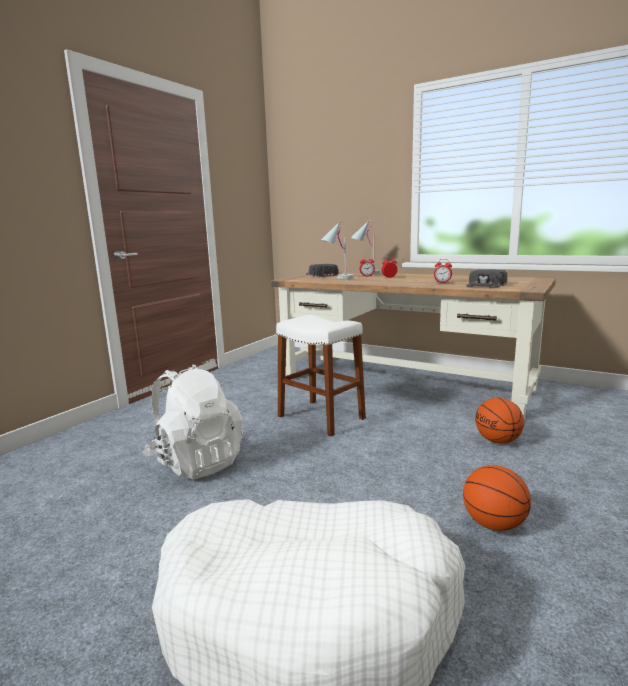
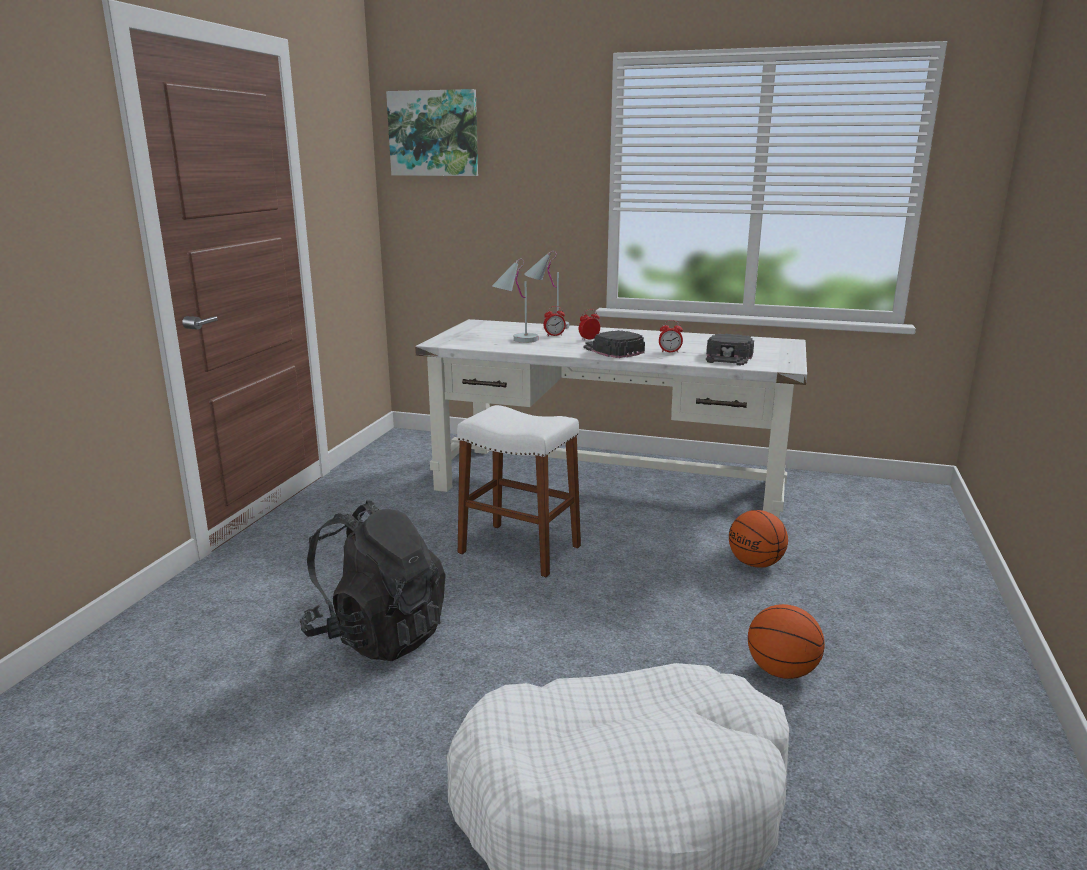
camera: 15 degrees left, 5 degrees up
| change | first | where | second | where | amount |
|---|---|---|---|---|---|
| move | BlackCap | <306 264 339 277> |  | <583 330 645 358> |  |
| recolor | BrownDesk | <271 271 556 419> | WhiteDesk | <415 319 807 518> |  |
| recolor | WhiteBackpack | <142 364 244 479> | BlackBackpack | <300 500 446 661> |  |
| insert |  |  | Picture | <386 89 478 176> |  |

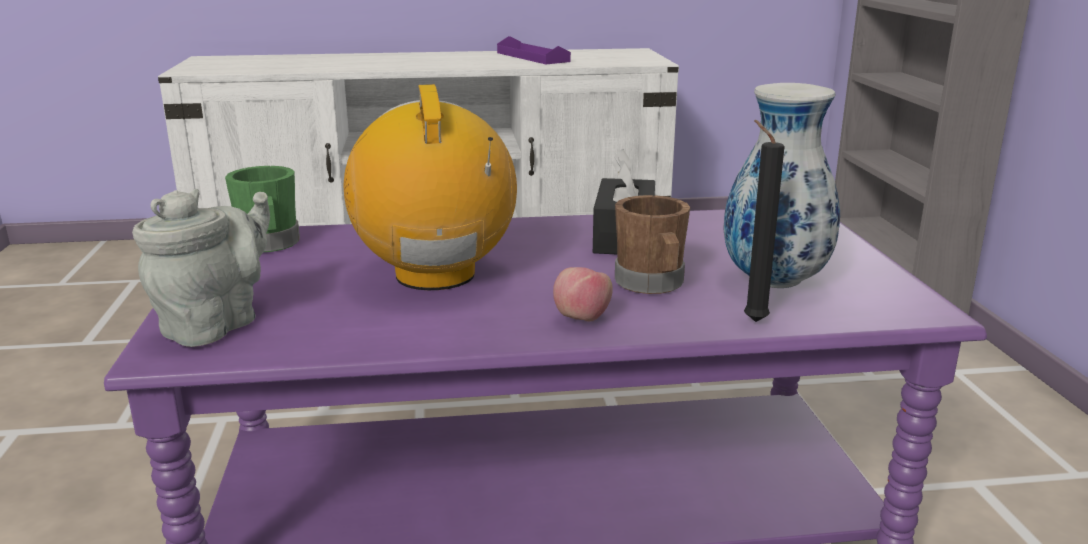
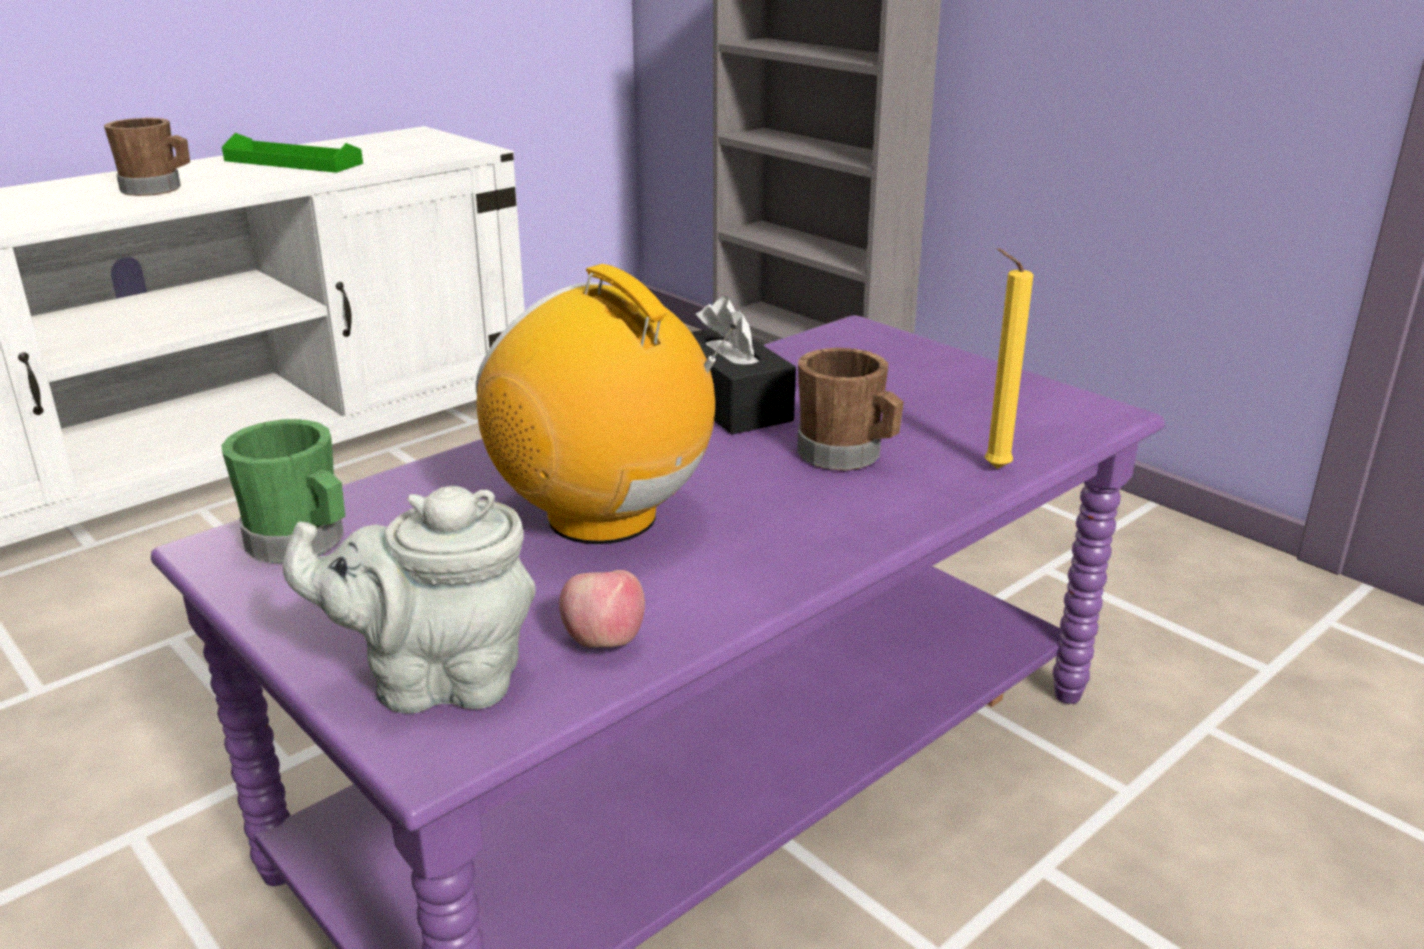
camera: 35 degrees left, 5 degrees up
| change | first | where | second | where | amount |
|---|---|---|---|---|---|
| recolor | PurpleTray | <497 36 571 64> | GreenTray | <222 133 363 173> |  |
| delete | Vase | <724 83 840 288> |  |  |  |
| recolor | BlackCandle | <744 120 785 322> | YellowCandle | <984 248 1033 469> |  |
| rotate | GreyTeapot | <132 189 270 347> |  | <283 486 536 714> | 90 degrees counterclockwise |
| move | Apple | <553 267 613 322> |  | <559 570 645 648> |  |
| insert |  |  | BrownMug | <104 118 190 196> |  |

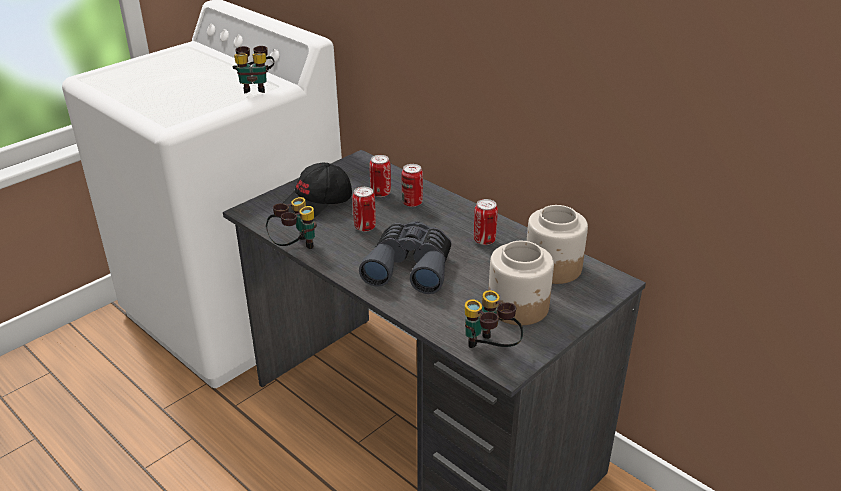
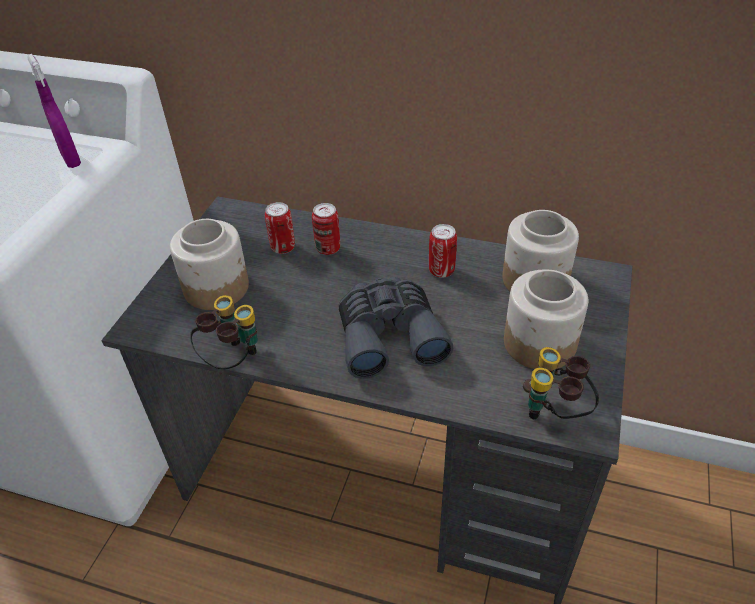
camera: 25 degrees left, 10 degrees up
| change | first | where | second | where | amount |
|---|---|---|---|---|---|
| replace | Binoculars | <233 46 274 94> | PurpleSprayBottle | <27 54 81 168> |  |
| replace | BlackCap | <283 163 352 218> | Jar | <170 219 249 310> |  |
| delete | Can | <353 187 376 232> |  |  |  |

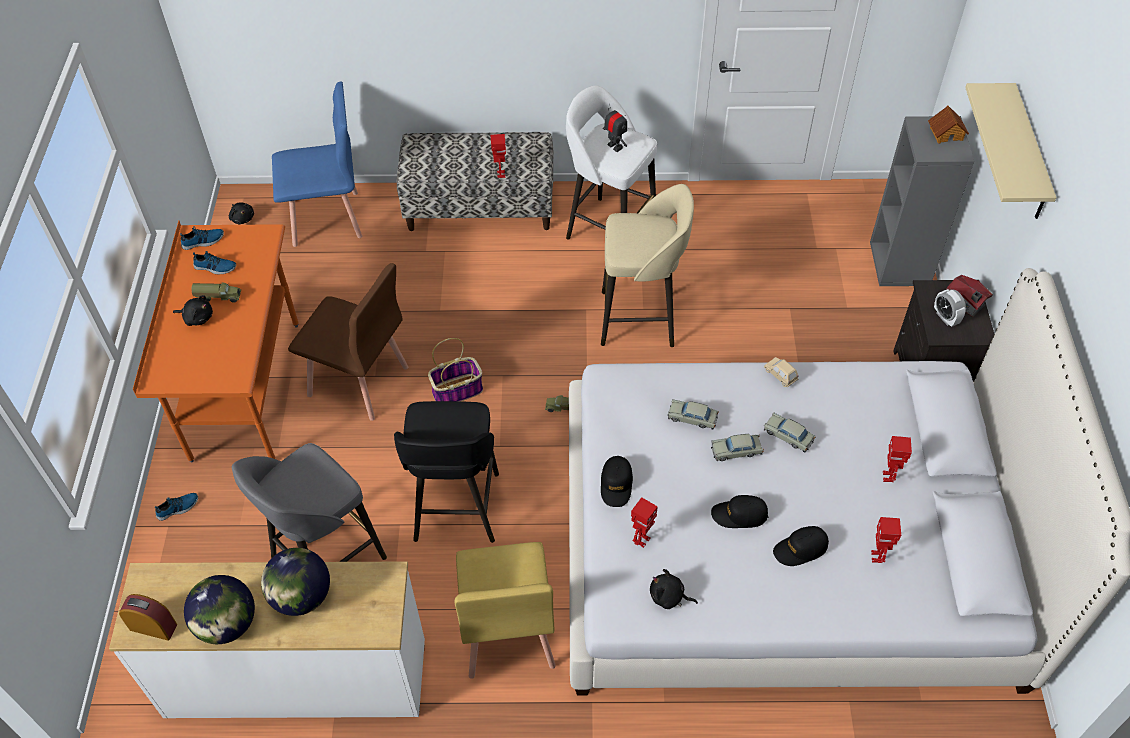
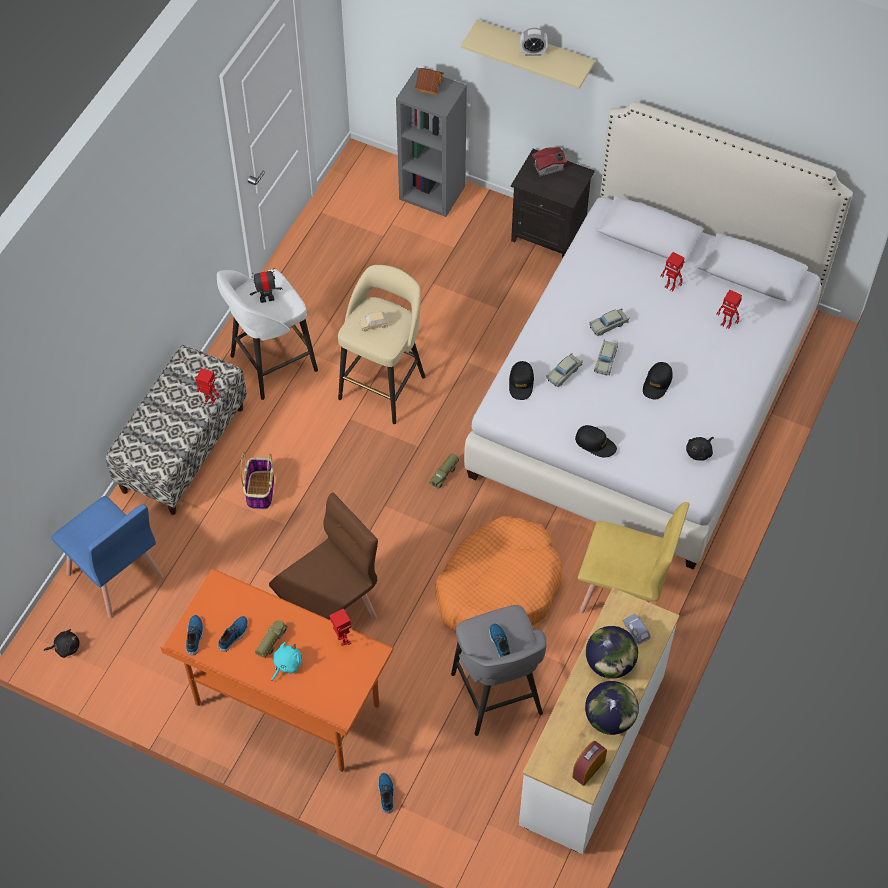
camera: 65 degrees left, 5 degrees up
| change | first | where | second | where | amount |
|---|---|---|---|---|---|
| rotate | BlueChair | <272 81 362 247> |  | <51 496 163 618> | 120 degrees clockwise |
| move | AlarmClock | <934 289 966 327> |  | <520 28 548 56> |  |
| recolor | BlackPlushToy | <173 295 213 326> | TurquoisePlushToy | <271 642 302 681> |  |
| move | Basket | <428 338 483 401> |  | <241 452 274 509> |  |
| move | BeigeToyCar | <764 357 799 387> |  | <359 311 388 332> |  |
| replace | BlackStool | <394 401 499 543> | OrangeDogBed | <435 516 562 633> |  |
| move | ToyRobot | <631 497 658 548> |  | <330 609 351 646> |  |
| move | BlackCap | <773 526 829 566> |  | <509 361 534 400> |  |
| insert |  |  | BlueToyCar | <623 614 651 645> |  |
| insert |  |  | Shoe | <489 623 510 657> |  |

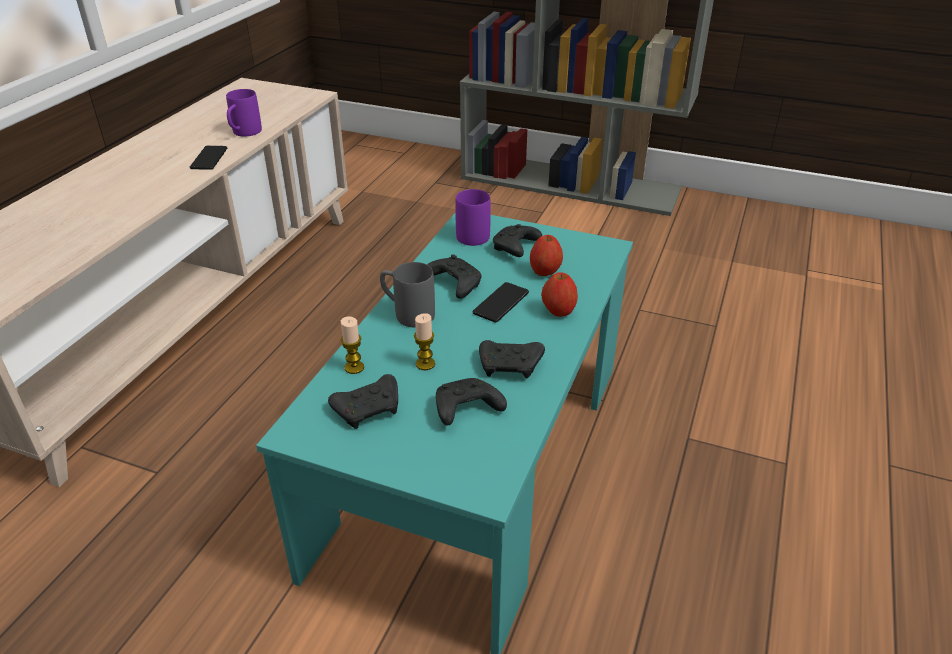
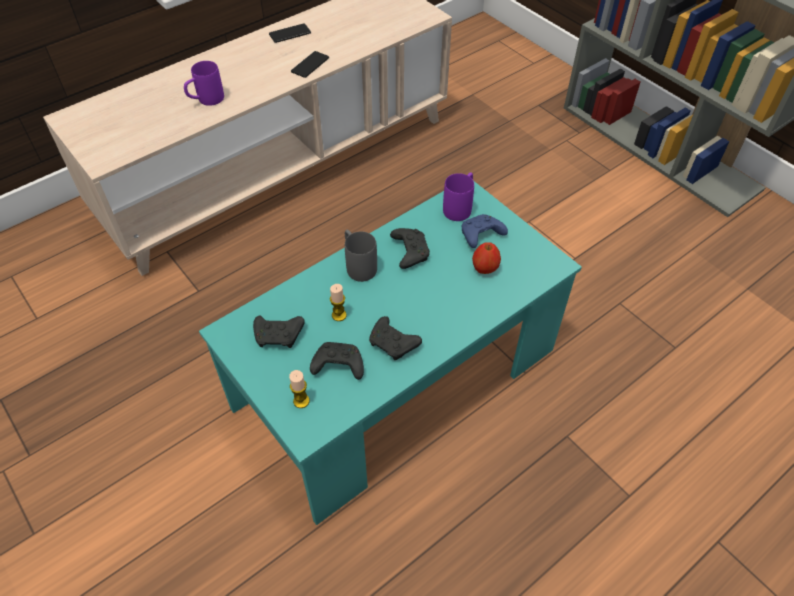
camera: 30 degrees right, 15 degrees up
| change | first | where | second | where | amount |
|---|---|---|---|---|---|
| move | PurpleMug | <226 89 262 136> |  | <184 61 224 106> |  |
| recolor | BlackGameController | <493 224 542 257> | BlueGameController | <462 214 508 248> |  |
| delete | Apple | <541 272 578 317> |  |  |  |
| move | Phone | <473 282 529 322> |  | <269 23 311 43> |  |
| move | Candle | <341 316 364 374> |  | <289 370 309 408> |  |

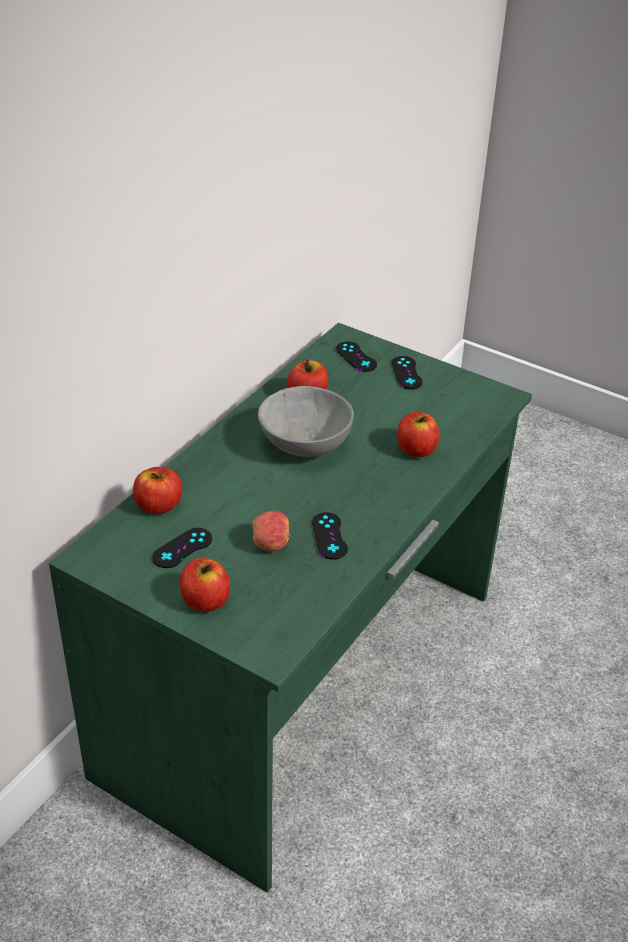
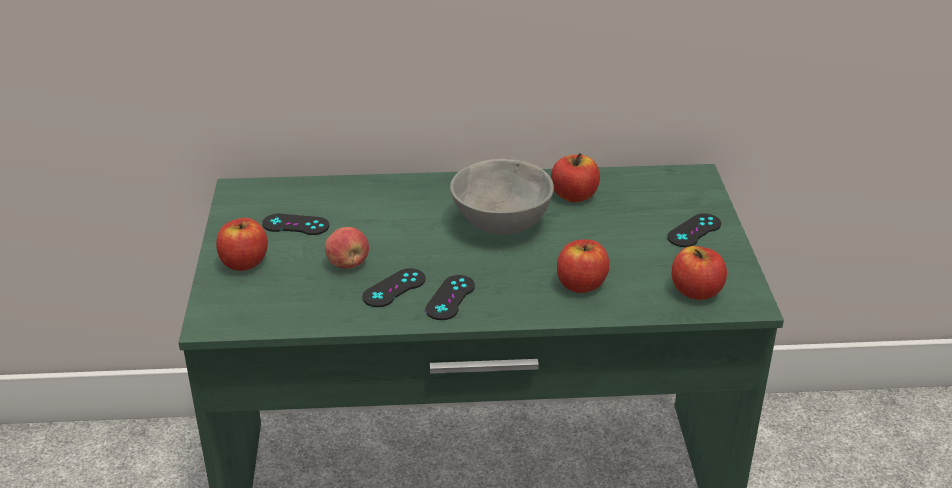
camera: 55 degrees right, 5 degrees down
| change | first | where | second | where | amount |
|---|---|---|---|---|---|
| move | BlackGameController | <336 341 377 372> |  | <425 275 475 320> |  |
| move | Apple | <133 467 182 514> |  | <672 246 727 300> |  |

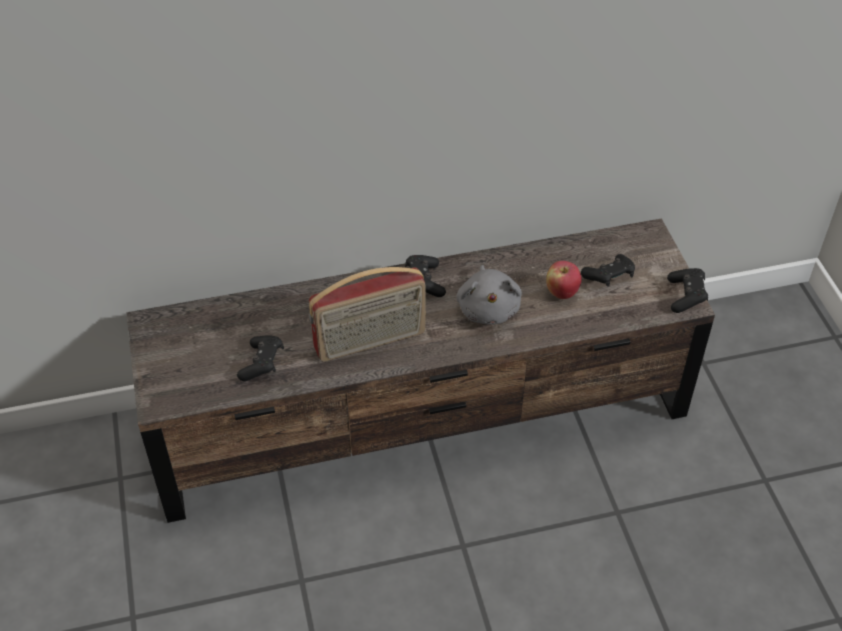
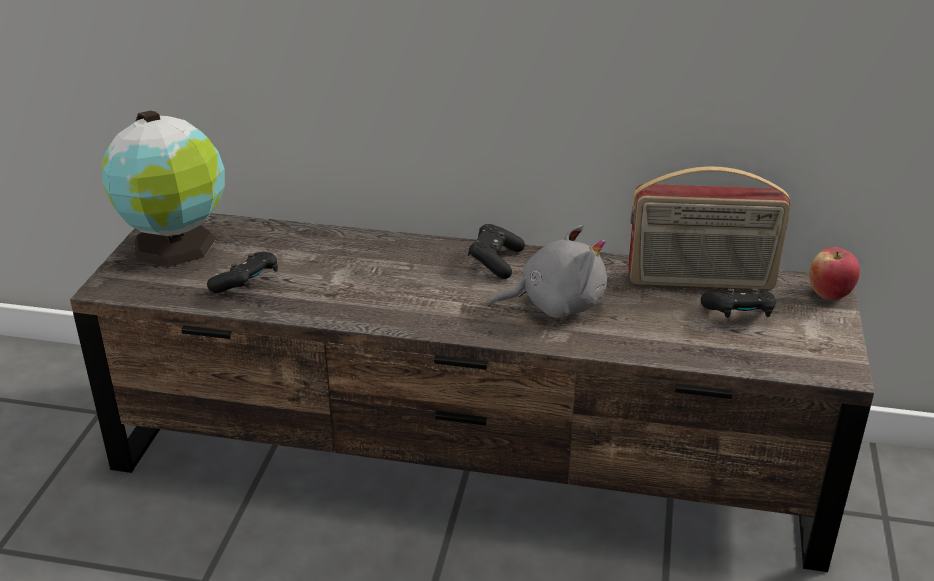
camera: 25 degrees right, 15 degrees down
| change | first | where | second | where | amount |
|---|---|---|---|---|---|
| move | Apple | <546 261 582 299> |  | <809 247 860 300> |  |
| rotate | GreyPlushToy | <456 265 522 325> |  | <487 225 607 318> | 120 degrees counterclockwise |
| move | Radio | <309 267 425 362> |  | <628 166 790 290> |  |
| delete | BlackGameController | <667 268 708 313> |  |  |  |
| insert |  |  | Globe | <102 111 225 267> |  |

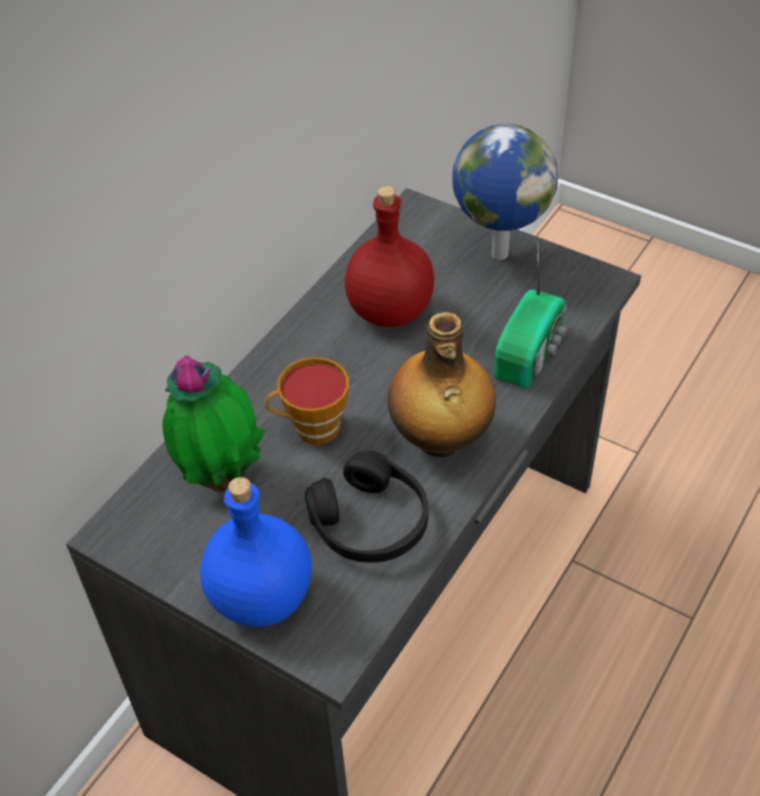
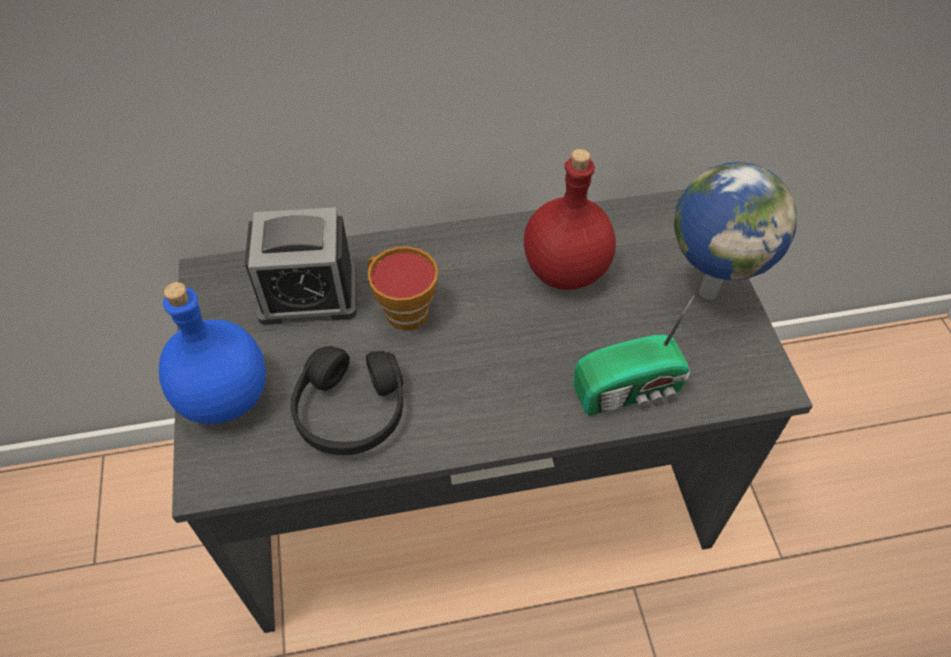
camera: 45 degrees right, 5 degrees up
| change | first | where | second | where | amount |
|---|---|---|---|---|---|
| delete | Bottle | <388 312 496 457> |  |  |  |
| replace | PottedPlant | <162 355 265 492> | AlarmClock | <244 207 356 325> |  |

